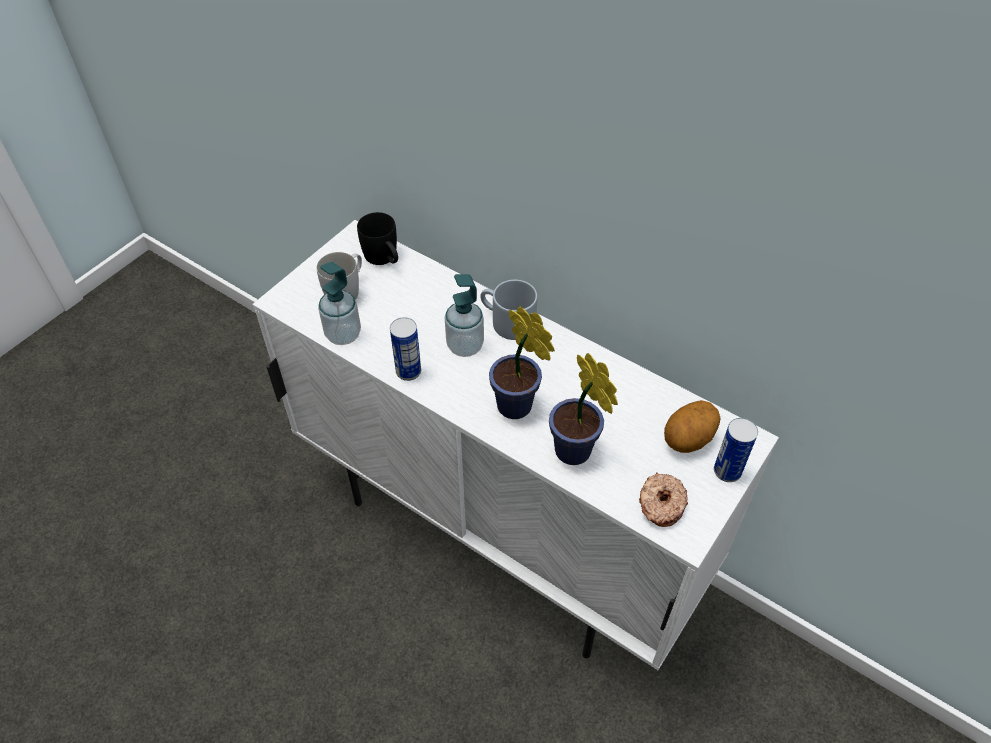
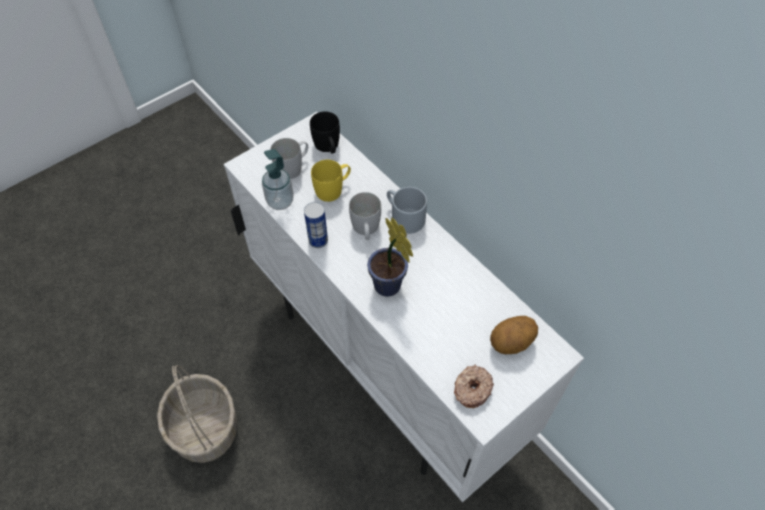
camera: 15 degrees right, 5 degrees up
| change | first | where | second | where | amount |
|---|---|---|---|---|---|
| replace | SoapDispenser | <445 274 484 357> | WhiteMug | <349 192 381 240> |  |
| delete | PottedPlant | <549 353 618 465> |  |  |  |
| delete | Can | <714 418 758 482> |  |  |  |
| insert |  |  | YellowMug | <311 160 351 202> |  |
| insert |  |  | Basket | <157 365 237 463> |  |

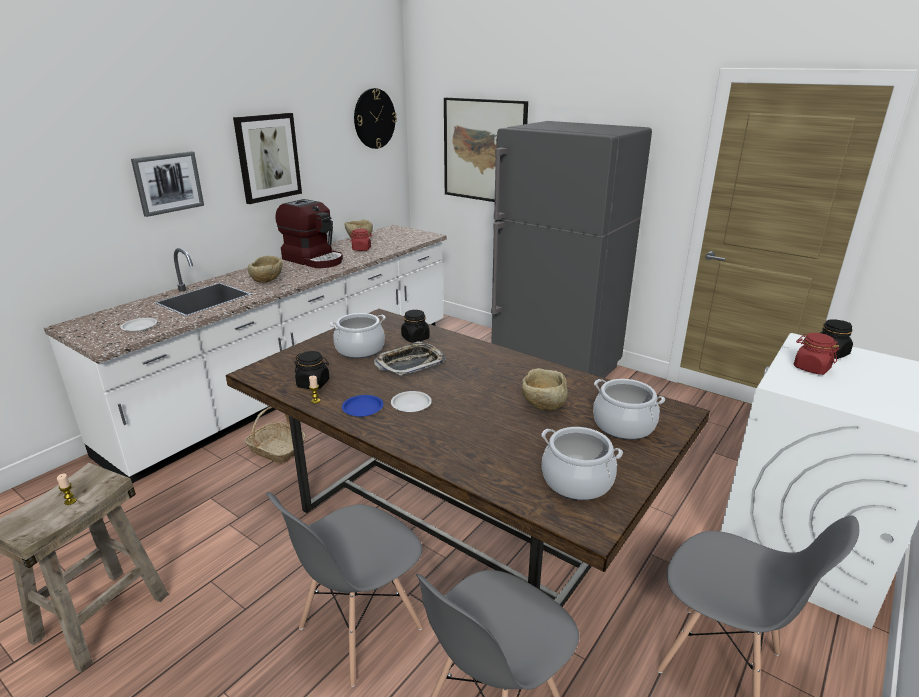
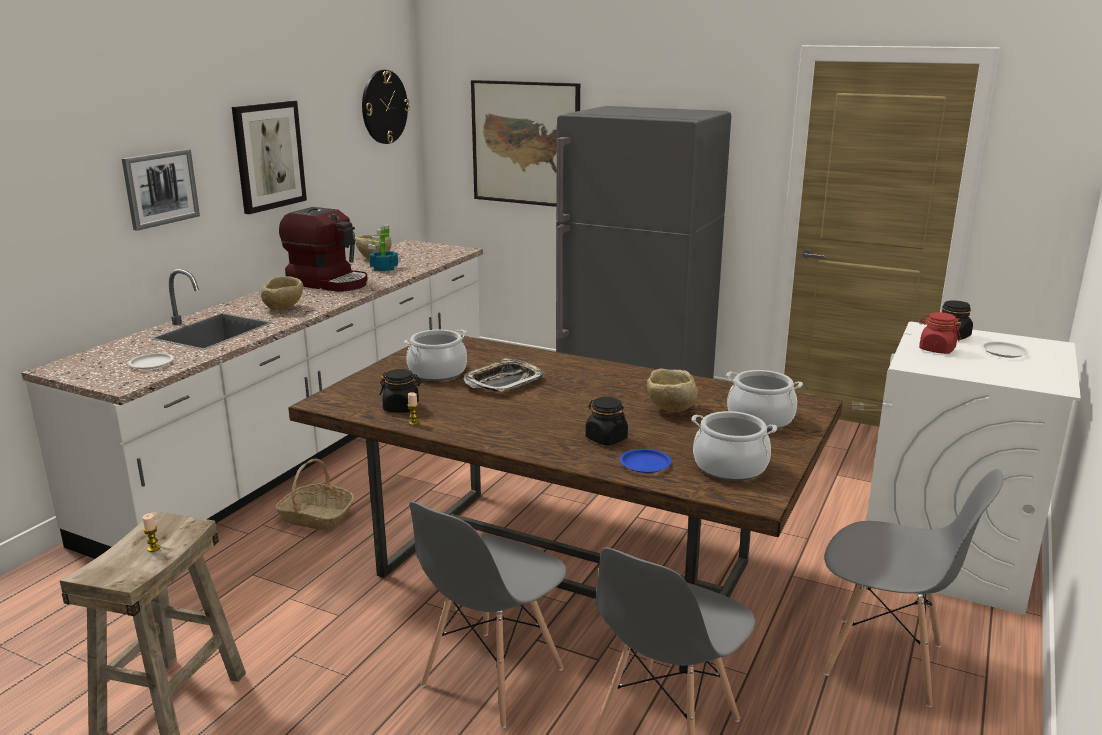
camera: 10 degrees left, 5 degrees down
| change | first | where | second | where | amount |
|---|---|---|---|---|---|
| replace | RedJar | <350 229 372 251> | PottedPlant | <368 225 398 271> |  |
| move | BlackJar | <401 310 430 343> |  | <585 397 628 445> |  |
| move | WhitePlate | <391 391 432 412> |  | <981 341 1029 358> |  |
| move | BluePlate | <342 395 383 417> |  | <620 449 672 473> |  |

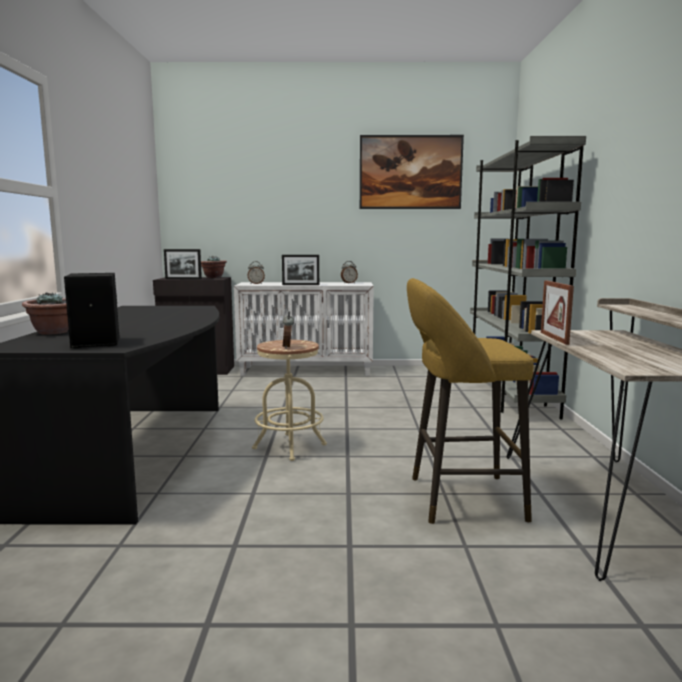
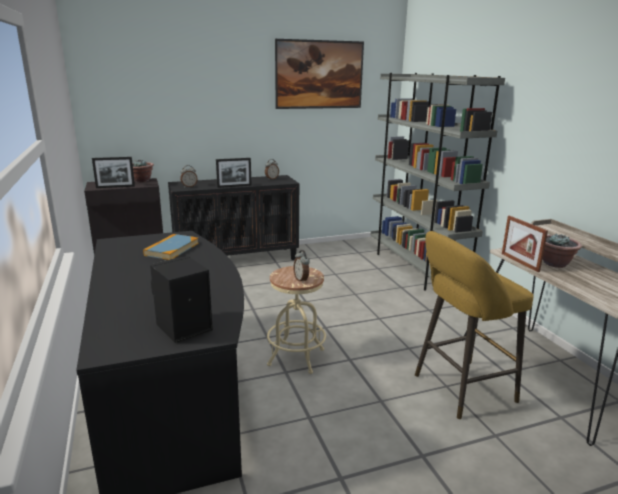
camera: 20 degrees left, 10 degrees up
| change | first | where | second | where | amount |
|---|---|---|---|---|---|
| recolor | WhiteCabinet | <234 282 374 376> | BlackCabinet | <168 175 299 260> |  |
| move | PottedPlant | <22 292 69 335> |  | <543 233 582 268> |  |
| insert |  |  | Book | <143 234 199 260> |  |

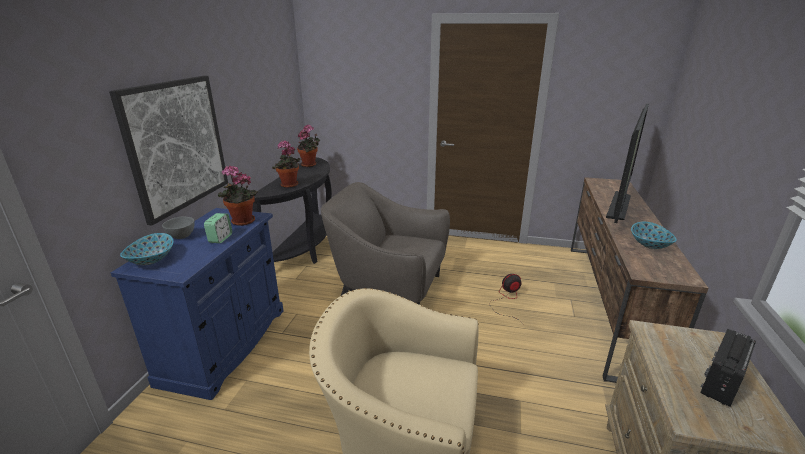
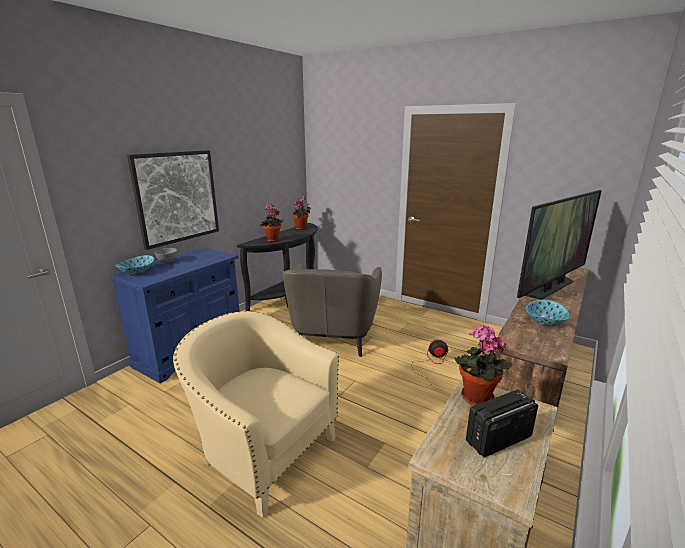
camera: 20 degrees right, 5 degrees down
| change | first | where | second | where | amount |
|---|---|---|---|---|---|
| move | PottedPlant | <218 165 258 226> |  | <454 325 512 406> |  |
| rotate | GreyArmchair | <321 182 450 305> |  | <283 263 382 357> | 120 degrees counterclockwise |
| delete | AlarmClock | <204 213 232 243> |  |  |  |

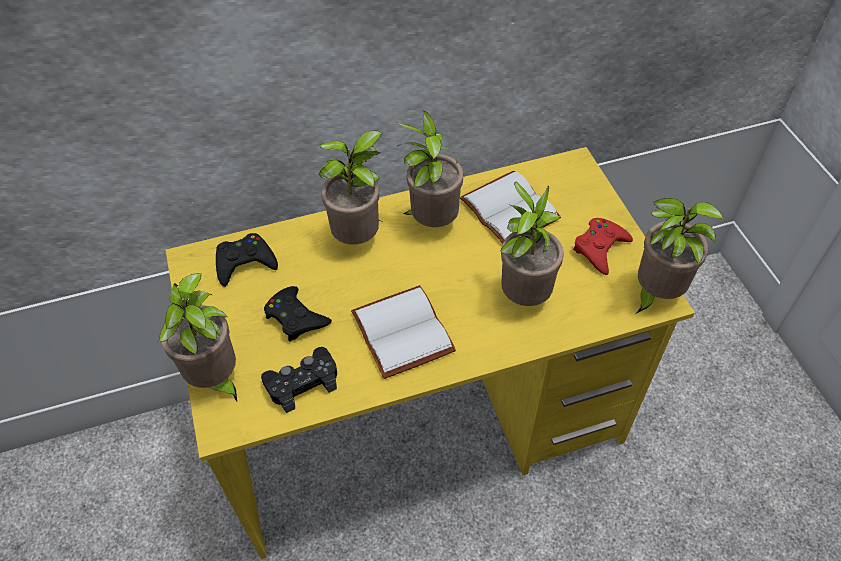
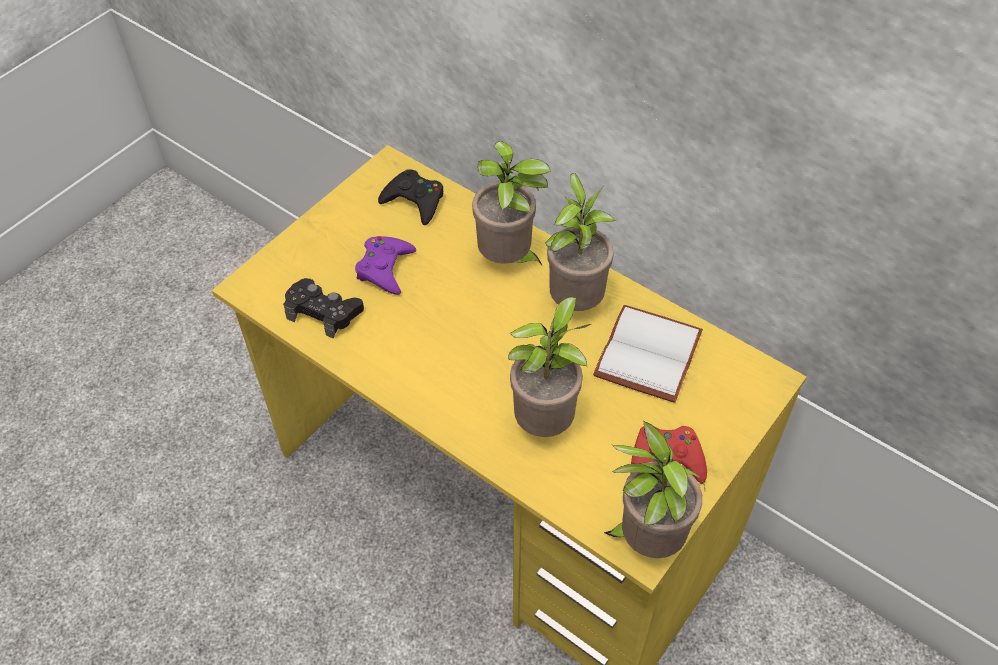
camera: 55 degrees right, 0 degrees up
| change | first | where | second | where | amount |
|---|---|---|---|---|---|
| delete | PottedPlant | <158 274 237 401> |  |  |  |
| delete | WhiteBook | <351 285 456 379> |  |  |  |
| recolor | BlackGameController | <264 286 332 342> | PurpleGameController | <355 236 416 295> |  |

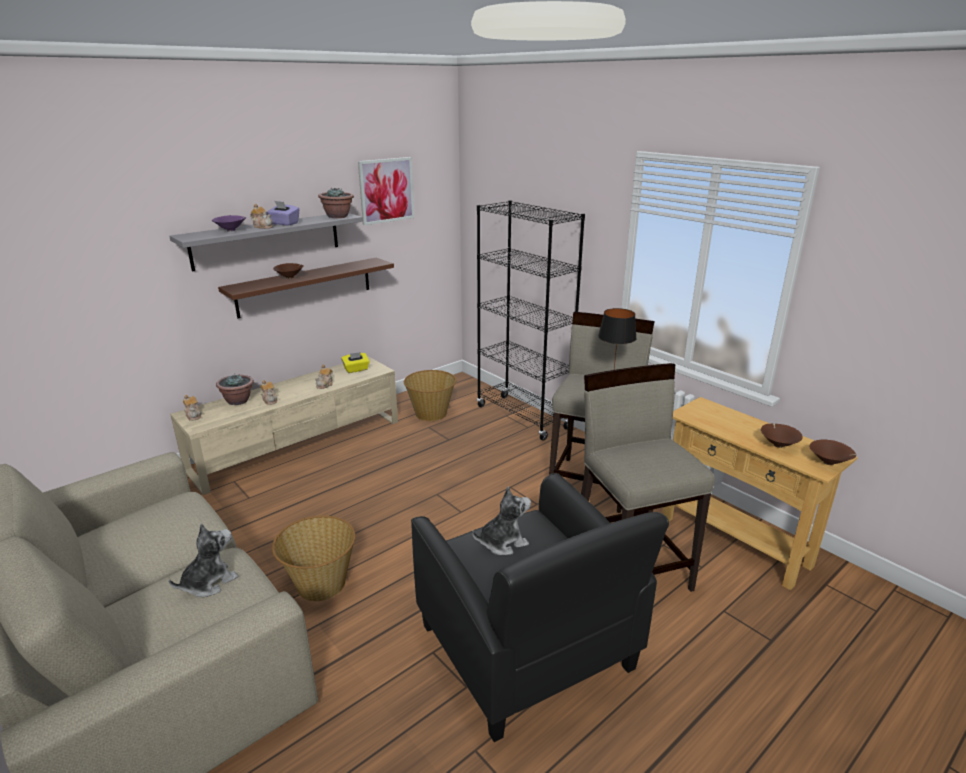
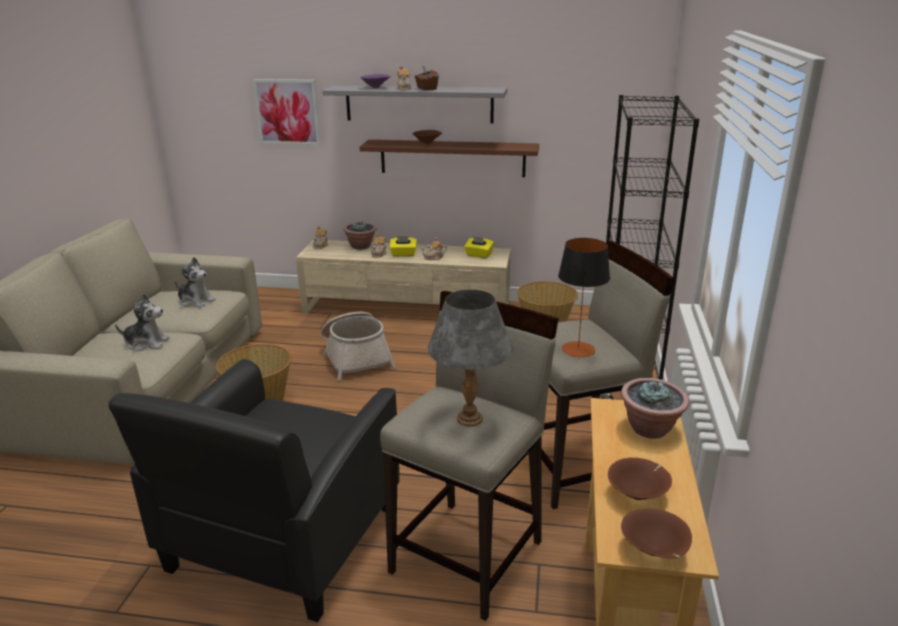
camera: 50 degrees right, 0 degrees up
| change | first | where | second | where | amount |
|---|---|---|---|---|---|
| move | Picture | <358 157 415 225> |  | <253 79 321 145> |  |
| move | PottedPlant | <318 187 354 218> |  | <621 378 689 439> |  |
| recolor | PurpleTissueBox | <266 201 299 226> | BrownTissueBox | <415 66 438 90> |  |
| move | PlushToy | <472 487 531 555> |  | <174 257 216 308> |  |
| insert |  |  | YellowTissueBox | <390 236 417 257> |  |
| insert |  |  | GreyTableLamp | <427 289 513 427> |  |
| insert |  |  | Basket | <321 312 396 381> |  |

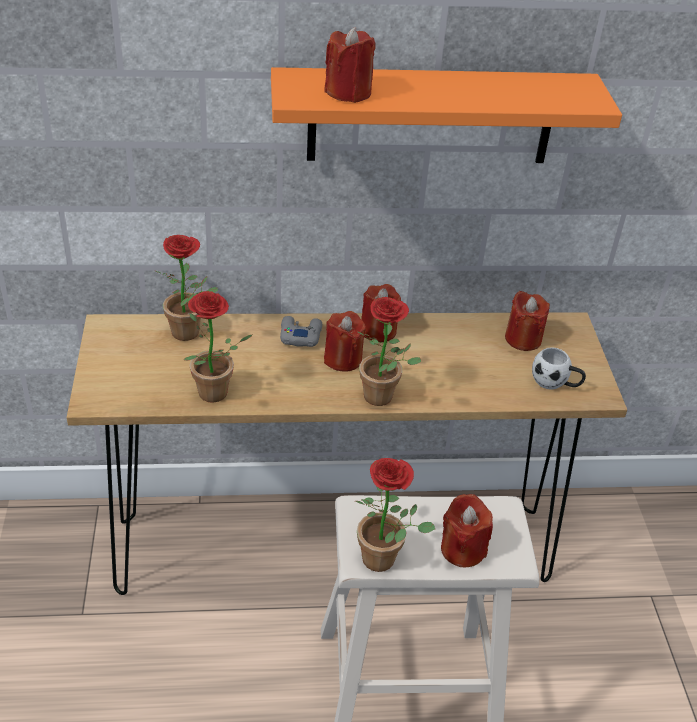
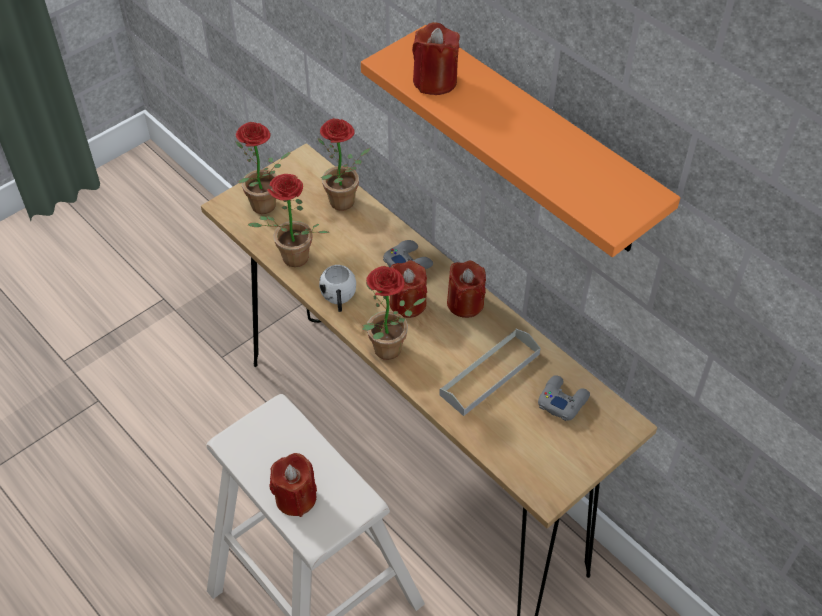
camera: 55 degrees right, 10 degrees up
| change | first | where | second | where | amount |
|---|---|---|---|---|---|
| replace | RedCandle | <505 291 550 351> | GreyGameController | <538 375 590 421> |  |
| move | WhiteMug | <532 347 586 390> |  | <319 265 356 312> |  |
| move | PottedPlant | <355 458 435 572> |  | <236 122 291 214> |  |
| insert |  |  | GreyTray | <439 329 540 416> |  |

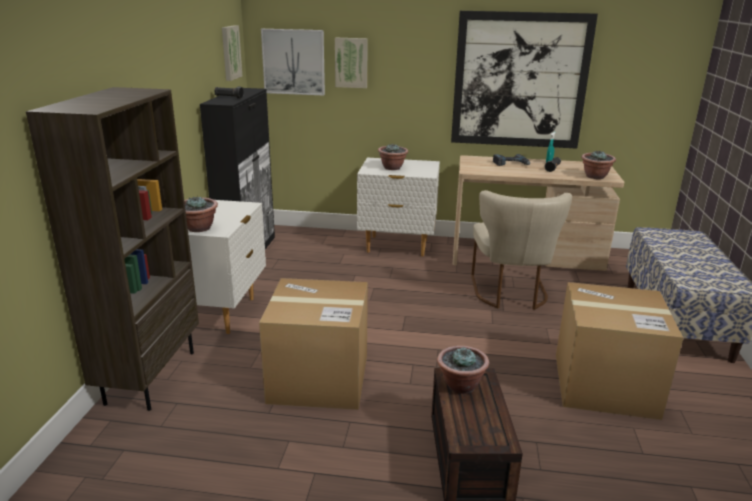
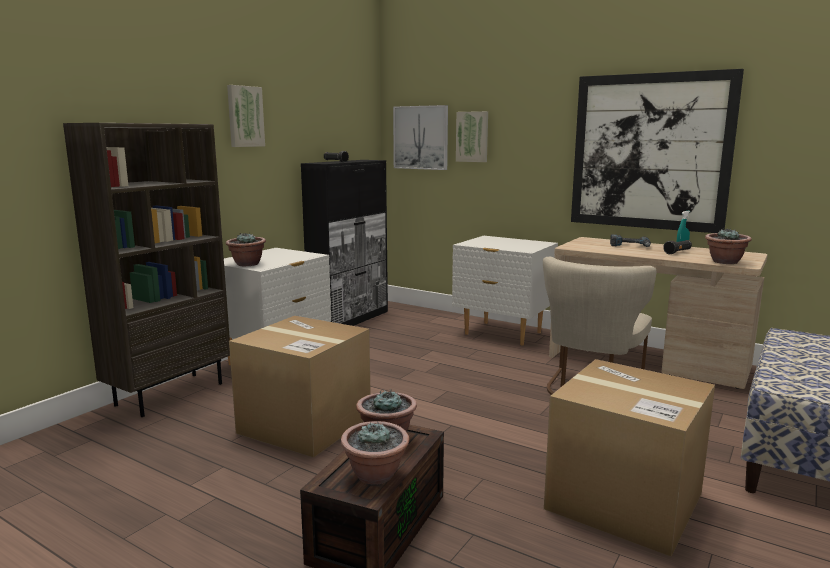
camera: 25 degrees right, 10 degrees down
| change | first | where | second | where | amount |
|---|---|---|---|---|---|
| move | Picture | <222 25 242 81> |  | <227 85 265 147> |  |
| move | PottedPlant | <378 143 408 170> |  | <341 421 409 485> |  |

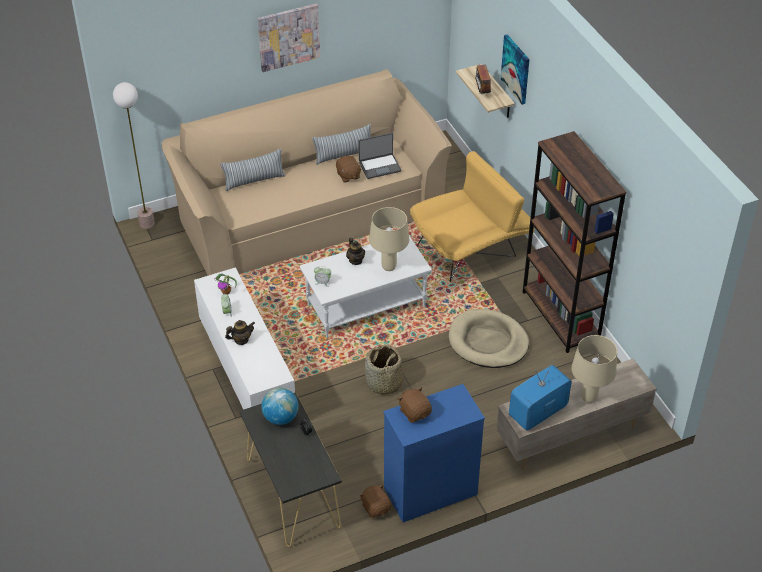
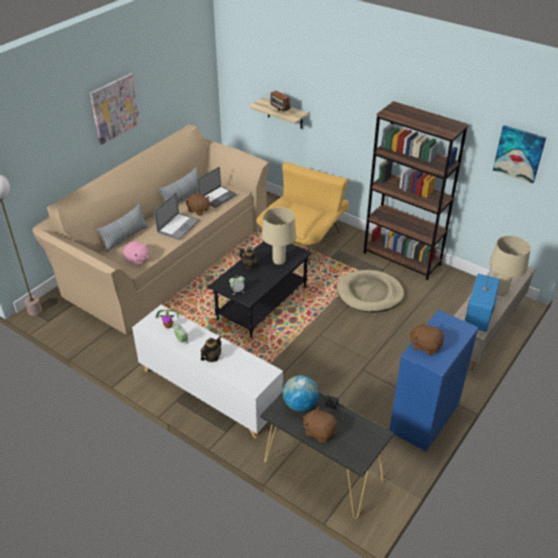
camera: 30 degrees left, 5 degrees down
| change | first | where | second | where | amount |
|---|---|---|---|---|---|
| move | Picture | <501 34 530 105> |  | <493 125 546 184> |  |
| recolor | WhiteCoffeeTable | <299 236 432 338> | BlackCoffeeTable | <208 241 311 338> |  |
| delete | Basket | <365 344 403 395> |  |  |  |
| move | BrownPlushToy | <359 485 391 518> |  | <303 406 337 443> |  |
| insert |  |  | Laptop | <154 192 200 240> |  |
| insert |  |  | PinkPlushToy | <123 241 149 266> |  |

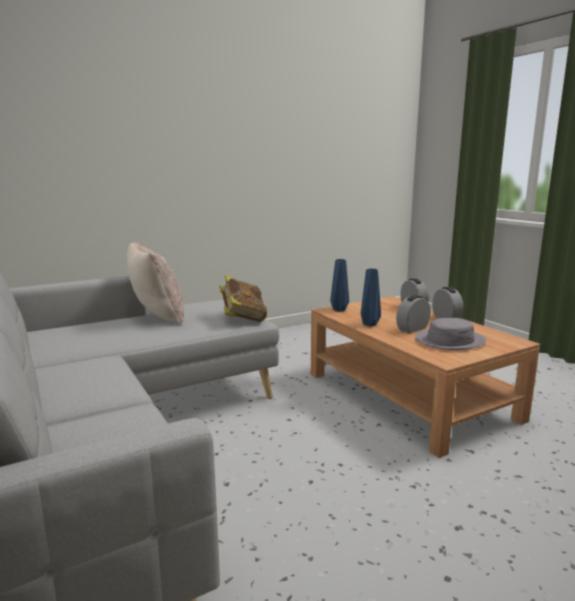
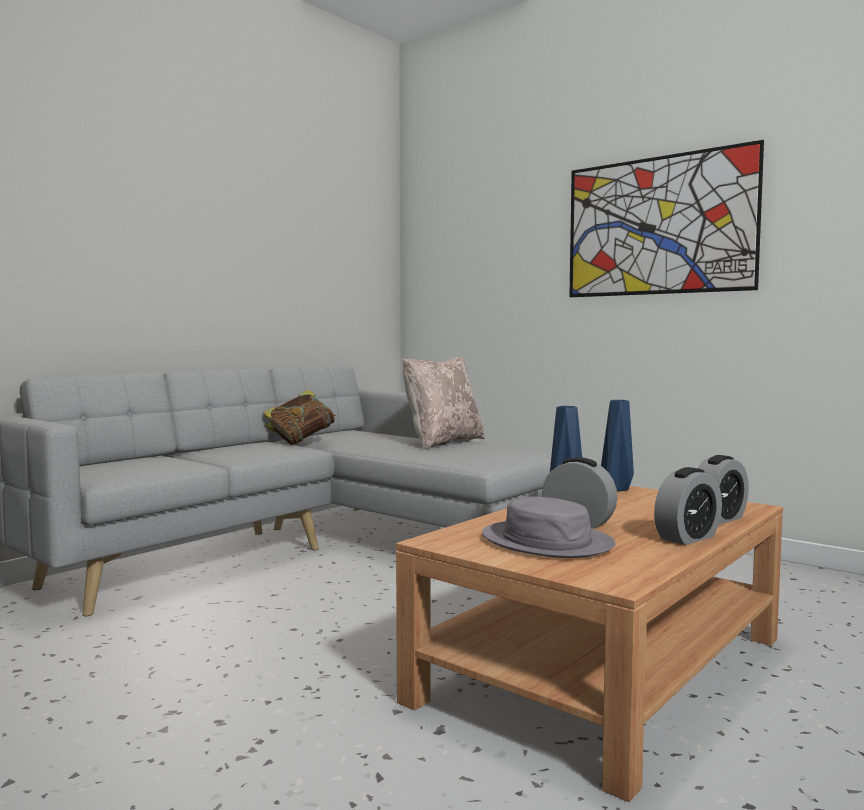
camera: 70 degrees right, 10 degrees down
| change | first | where | second | where | amount |
|---|---|---|---|---|---|
| move | Book | <219 275 267 322> |  | <263 390 336 445> |  |
| insert |  |  | Picture | <569 140 764 297> |  |

